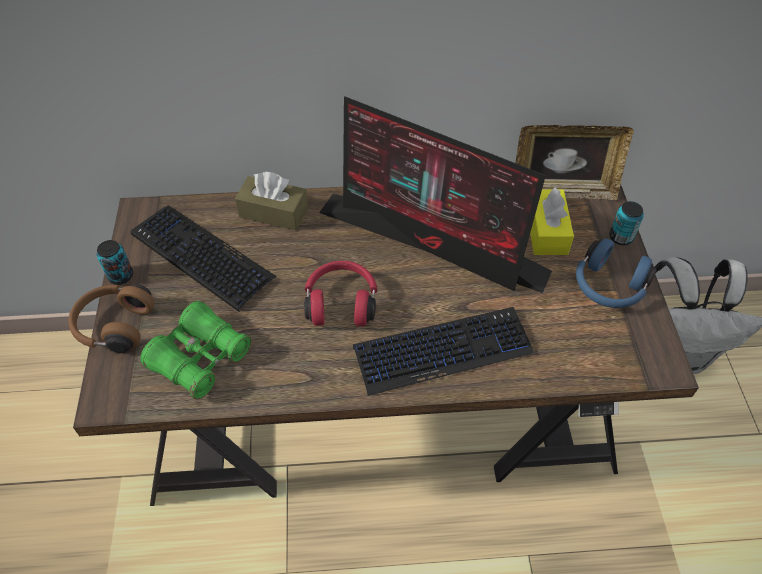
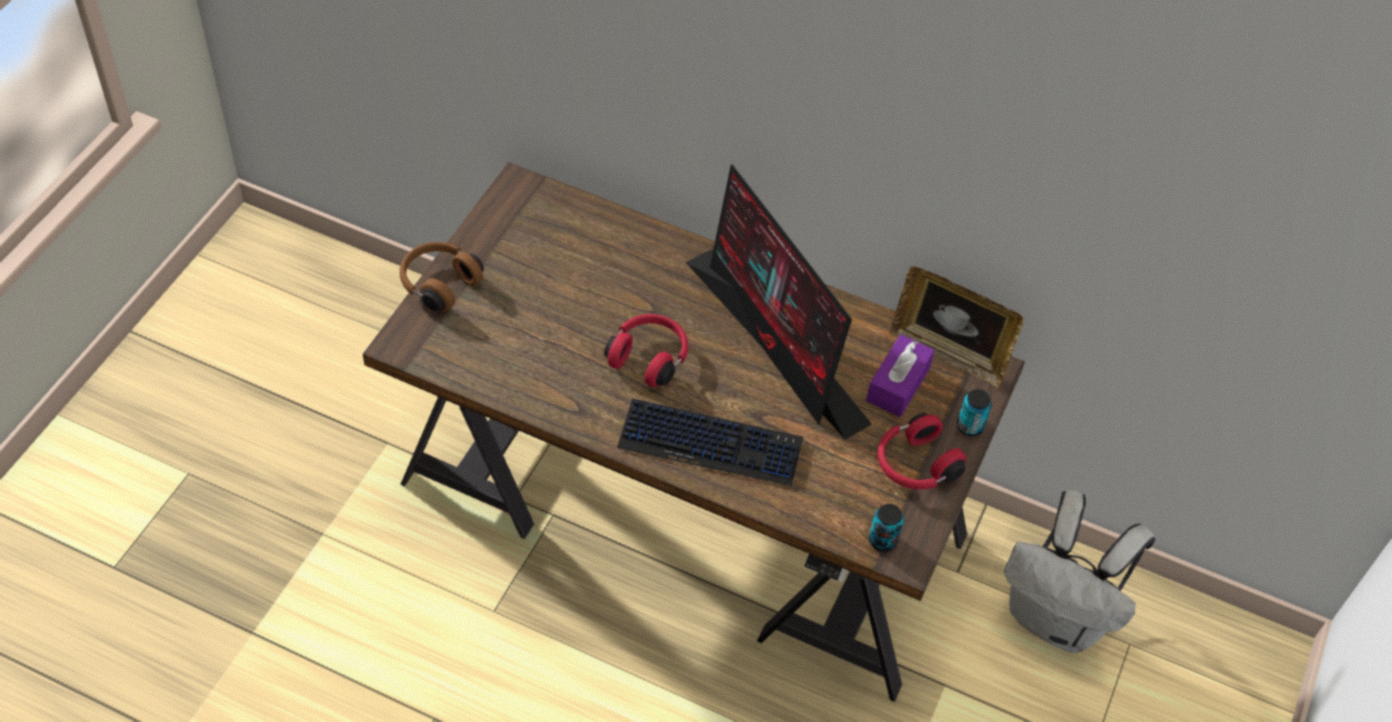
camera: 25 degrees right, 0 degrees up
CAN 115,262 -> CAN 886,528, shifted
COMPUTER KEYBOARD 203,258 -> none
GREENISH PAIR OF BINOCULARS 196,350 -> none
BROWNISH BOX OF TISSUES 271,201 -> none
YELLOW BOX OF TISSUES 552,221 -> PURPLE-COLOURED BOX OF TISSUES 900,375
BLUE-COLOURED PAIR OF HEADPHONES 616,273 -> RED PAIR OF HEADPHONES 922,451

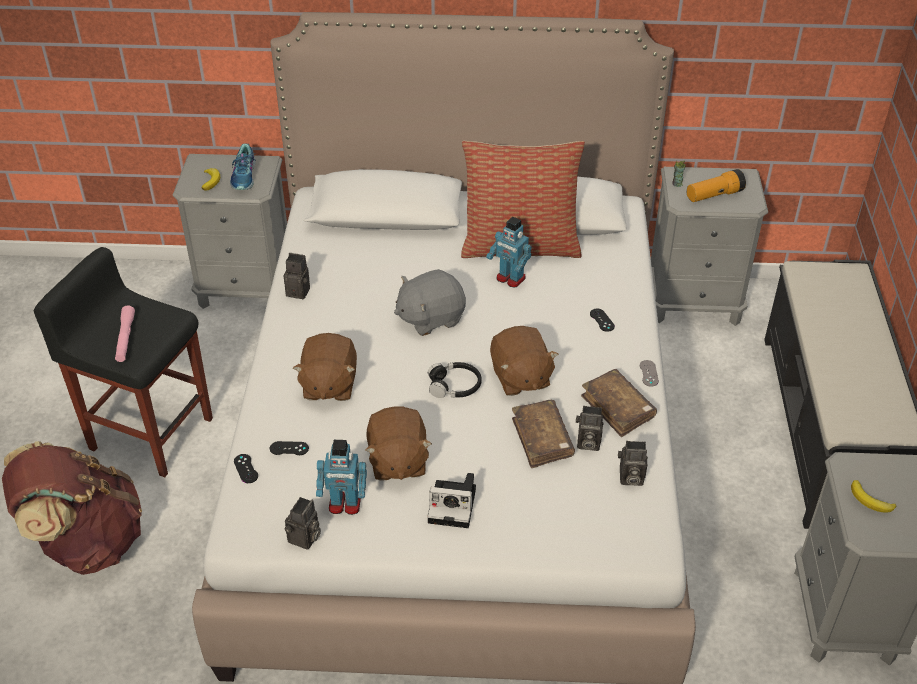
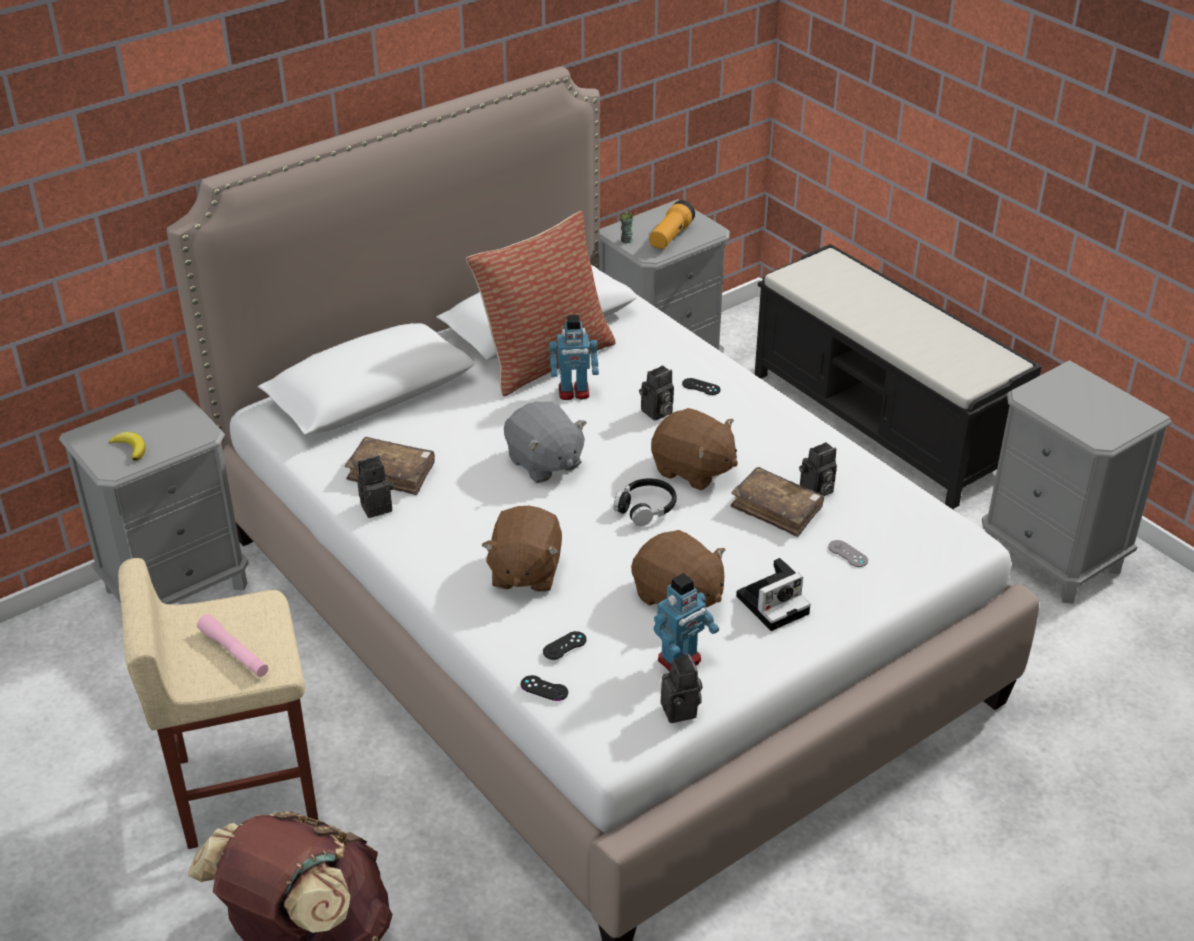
camera: 40 degrees left, 5 degrees down
BLACKISH STOOL 123,362 -> BEIGE-COLOURED STOOL 218,703
LOW SHOE 243,166 -> none
BROWNISH SOFT TOY 325,367 -> BROWNISH SOFT TOY 521,549, 45 degrees clockwise
GREYISH SOFT TOY 430,302 -> GREYISH SOFT TOY 545,442, 60 degrees counterclockwise
BROWNISH VOLUME 619,403 -> BROWNISH VOLUME 390,466, shifted
STILL CAMERA 633,463 -> STILL CAMERA 656,393, shifted
GREYISH GAMEPAD 649,373 -> GREYISH GAMEPAD 848,553, shifted
WHOLE BANANA 873,496 -> none

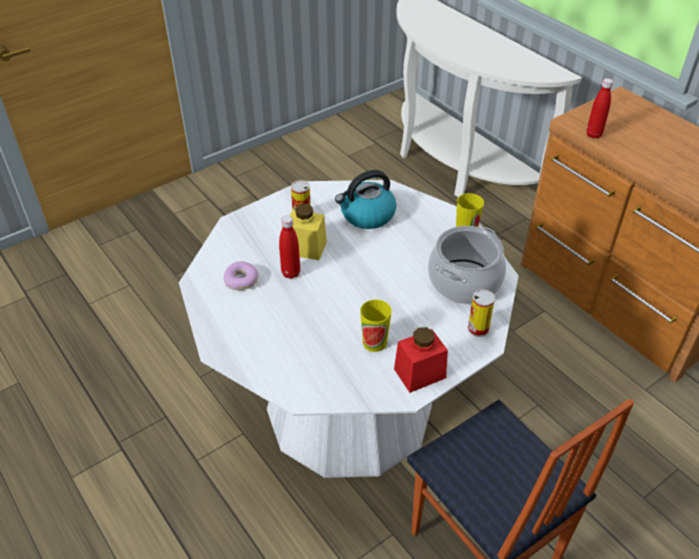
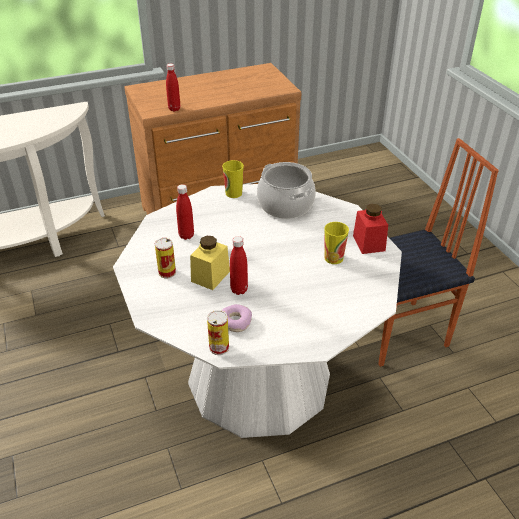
camera: 75 degrees left, 5 degrees down
WATER KETTLE 365,199 -> RED BEVERAGE BOTTLE 185,212
CAN 481,313 -> CAN 218,332, shifted

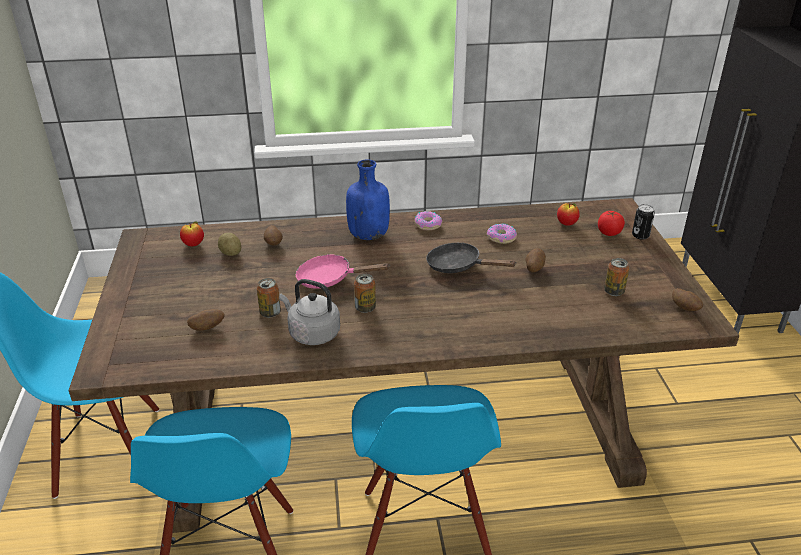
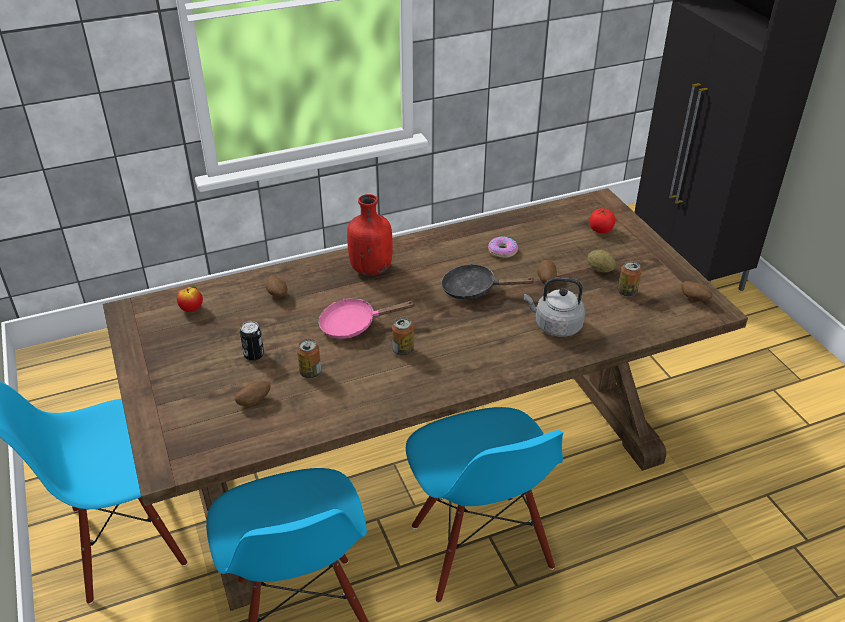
camera: 15 degrees left, 5 degrees up
POTATO 229,244 -> POTATO 601,261, shifted
GREYISH WATER KETTLE 309,312 -> GREYISH WATER KETTLE 555,307, shifted
BLUE-COLOURED BEVERAGE BOTTLE 368,199 -> RED BEVERAGE BOTTLE 370,235
RING DOUGHNUT 428,220 -> none
APPLE 568,214 -> none
CAN 643,222 -> CAN 252,341, shifted

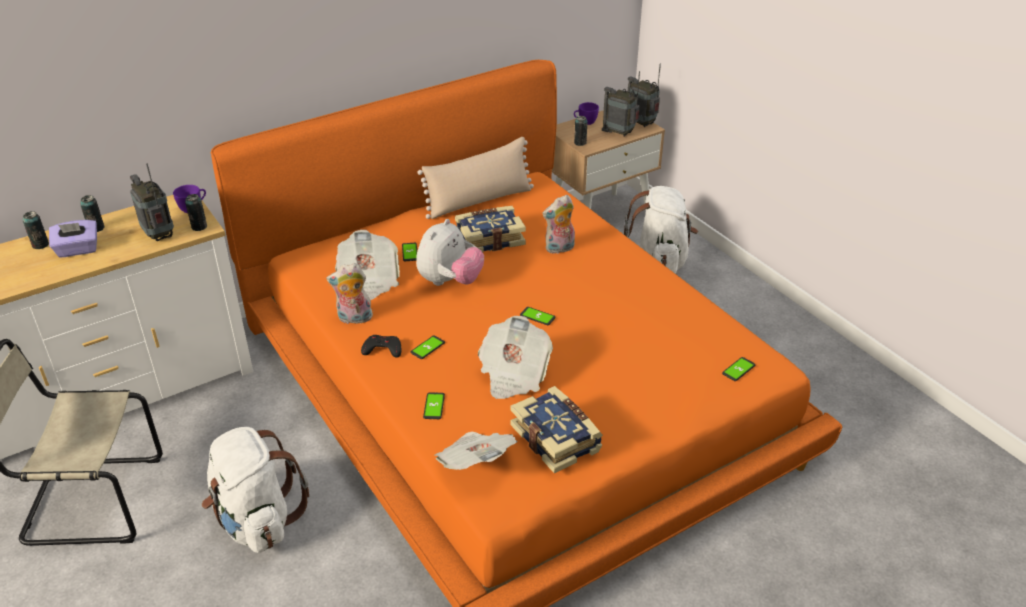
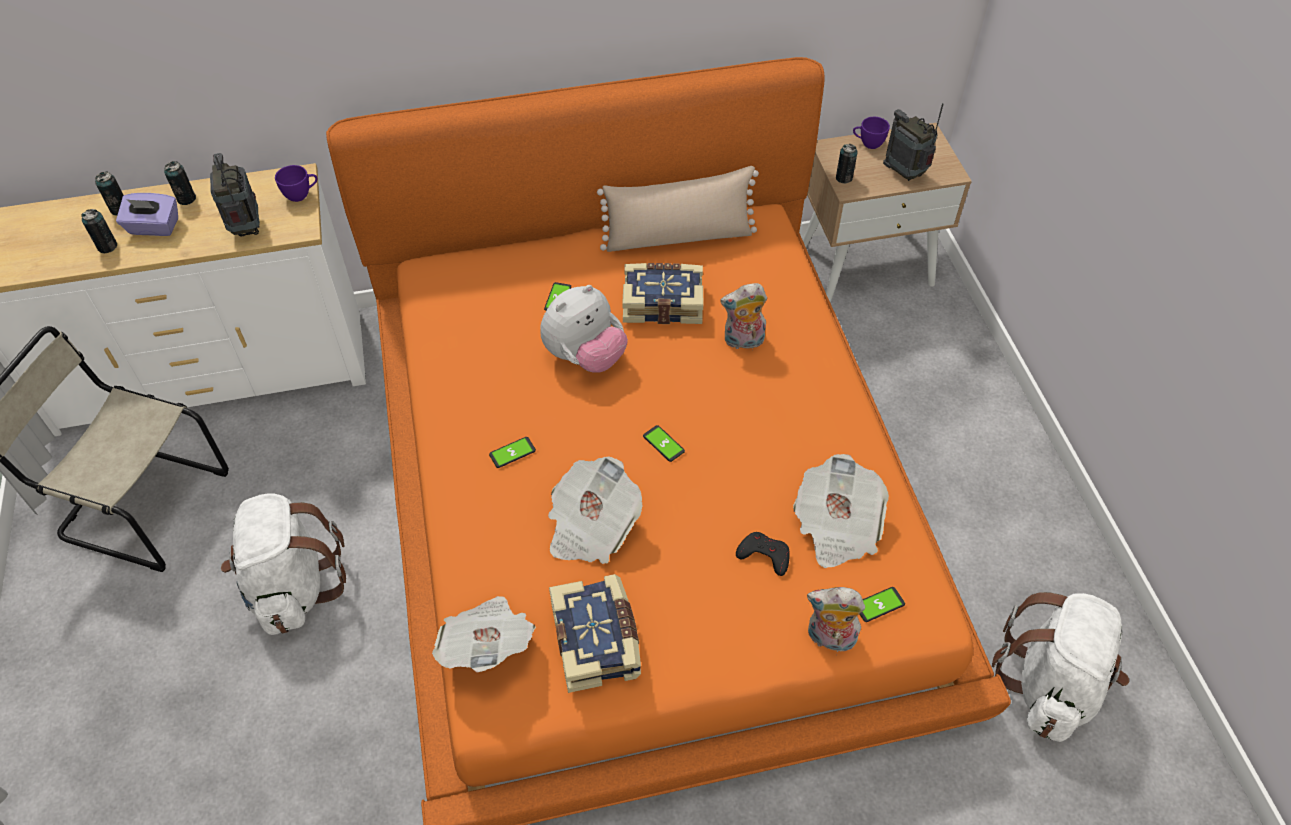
camera: 20 degrees right, 15 degrees up
CAN 196,212 -> CAN 99,231, shifted
SOFT TOY 350,293 -> SOFT TOY 836,619, shifted
PRINTED PAPER 367,265 -> PRINTED PAPER 841,511, shifted
BLACKISH GAMEPAD 381,346 -> BLACKISH GAMEPAD 763,554, shifted
HANDSET 434,405 -> none
WHITE-COLOURED KNAPSACK 661,230 -> WHITE-COLOURED KNAPSACK 1060,667, shifted
RADIO RECEIVER 644,95 -> none

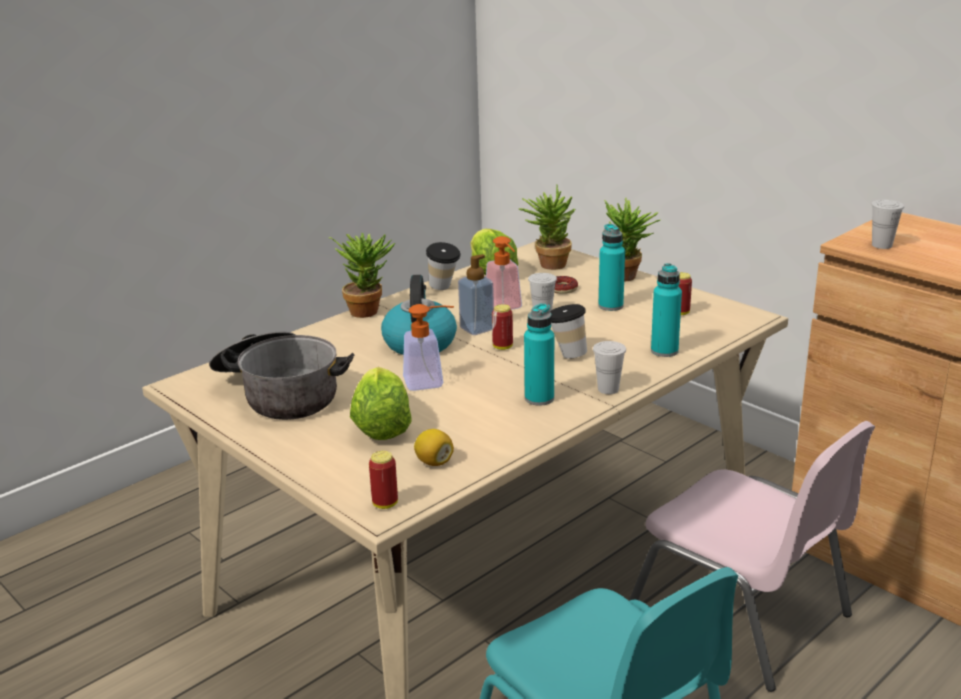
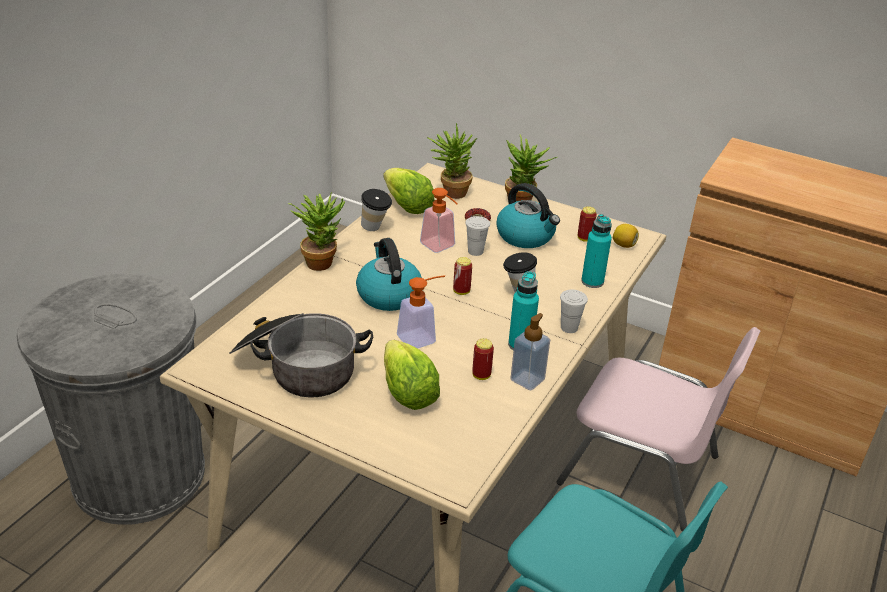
camera: 20 degrees left, 10 degrees up
CAN 383,480 -> CAN 483,359, shifted
WHOLE LEMON 434,447 -> WHOLE LEMON 626,236, shifted
SOAP BOTTLE 476,294 -> SOAP BOTTLE 530,351, shifted
TURQUOISE-COLOURED BEVERAGE BOTTLE 611,267 -> WATER KETTLE 528,215
WHITE-COLOURED DRINKING CUP 887,224 -> none
none -> GREYISH TRASH CAN 110,399

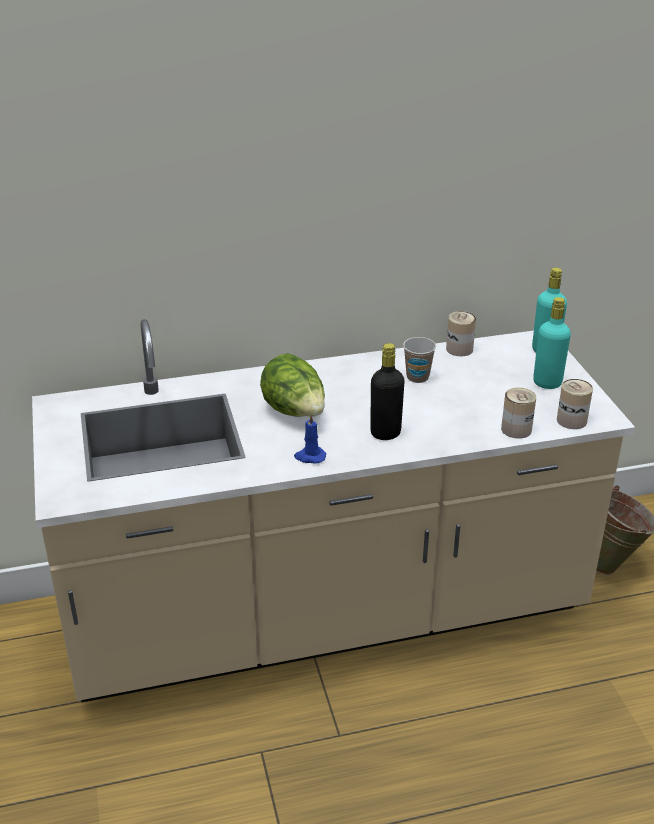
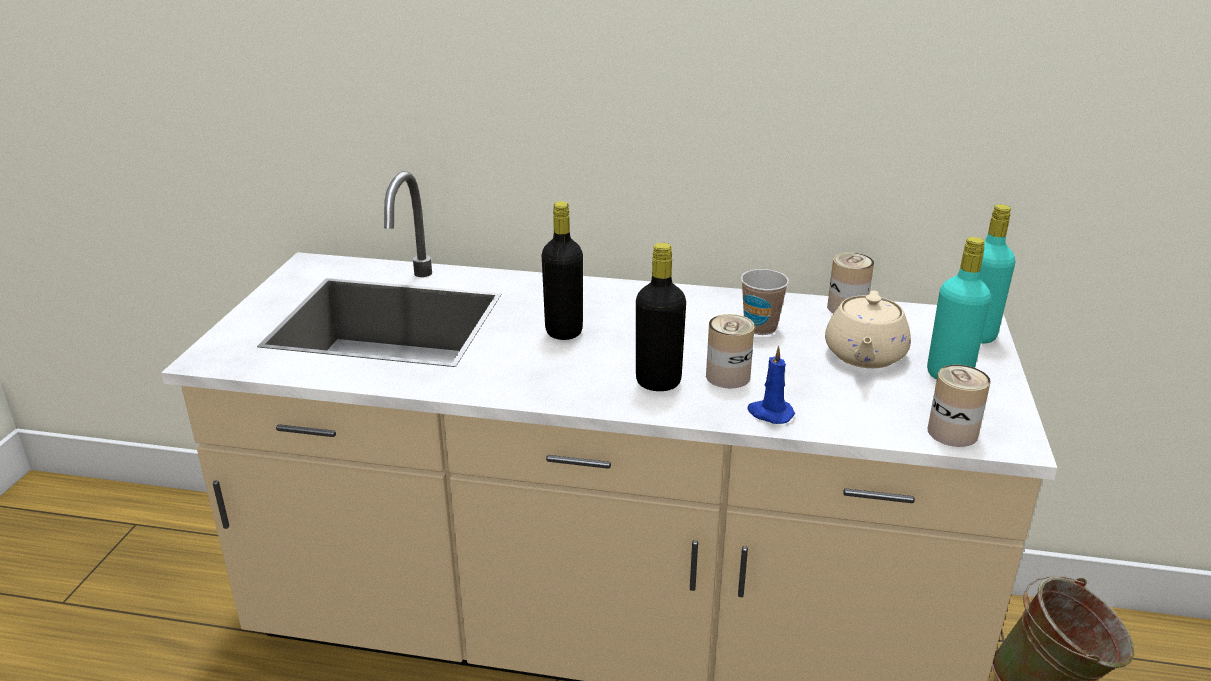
camera: 25 degrees right, 5 degrees down
HEAD OF LETTUCE 292,385 -> BLACKISH BEVERAGE BOTTLE 562,270
BLUE-COLOURED WAX CANDLE 310,439 -> BLUE-COLOURED WAX CANDLE 771,385, shifted
CAN 518,413 -> CAN 730,351, shifted
none -> BEIGE-COLOURED POT FOR TEA 868,329

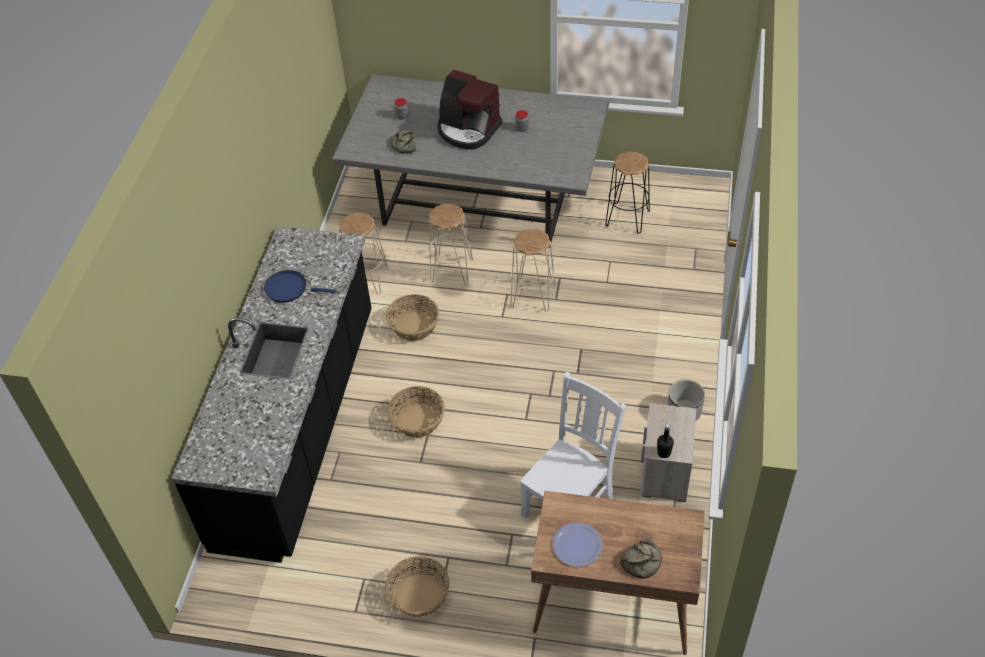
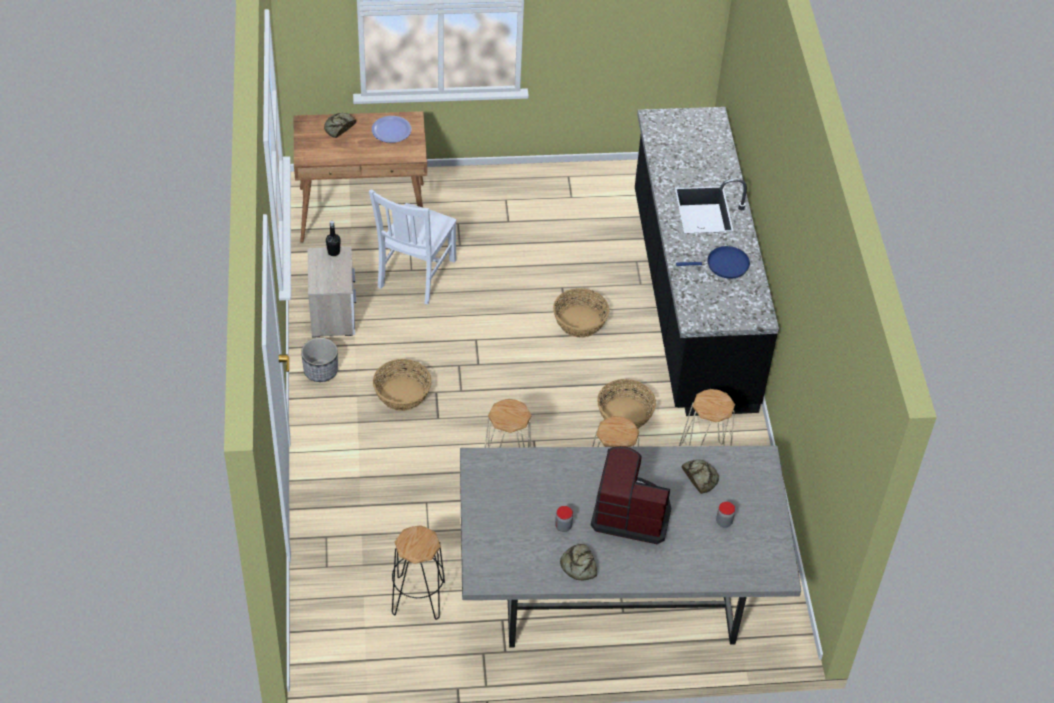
camera: 160 degrees right, 0 degrees up
HOUSEHOLD BASKET 418,586 -> HOUSEHOLD BASKET 402,385, shifted
none -> BAKED BREAD 578,562

